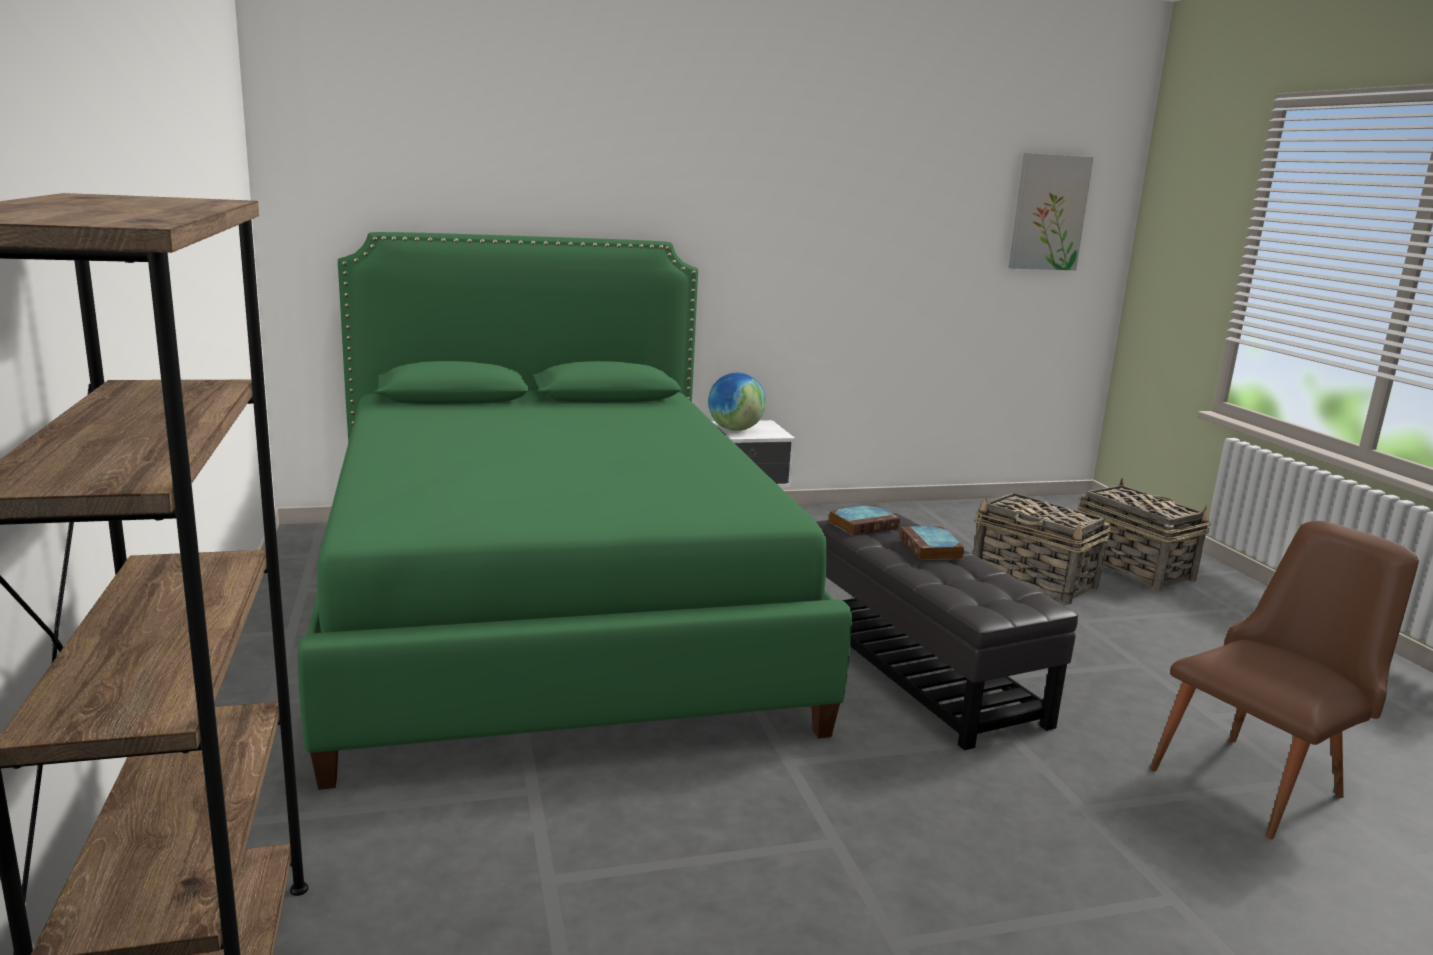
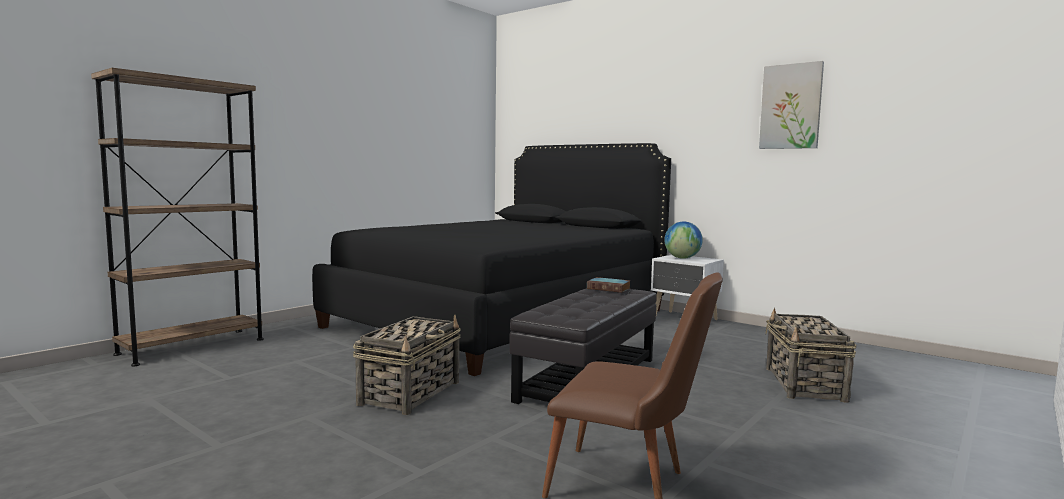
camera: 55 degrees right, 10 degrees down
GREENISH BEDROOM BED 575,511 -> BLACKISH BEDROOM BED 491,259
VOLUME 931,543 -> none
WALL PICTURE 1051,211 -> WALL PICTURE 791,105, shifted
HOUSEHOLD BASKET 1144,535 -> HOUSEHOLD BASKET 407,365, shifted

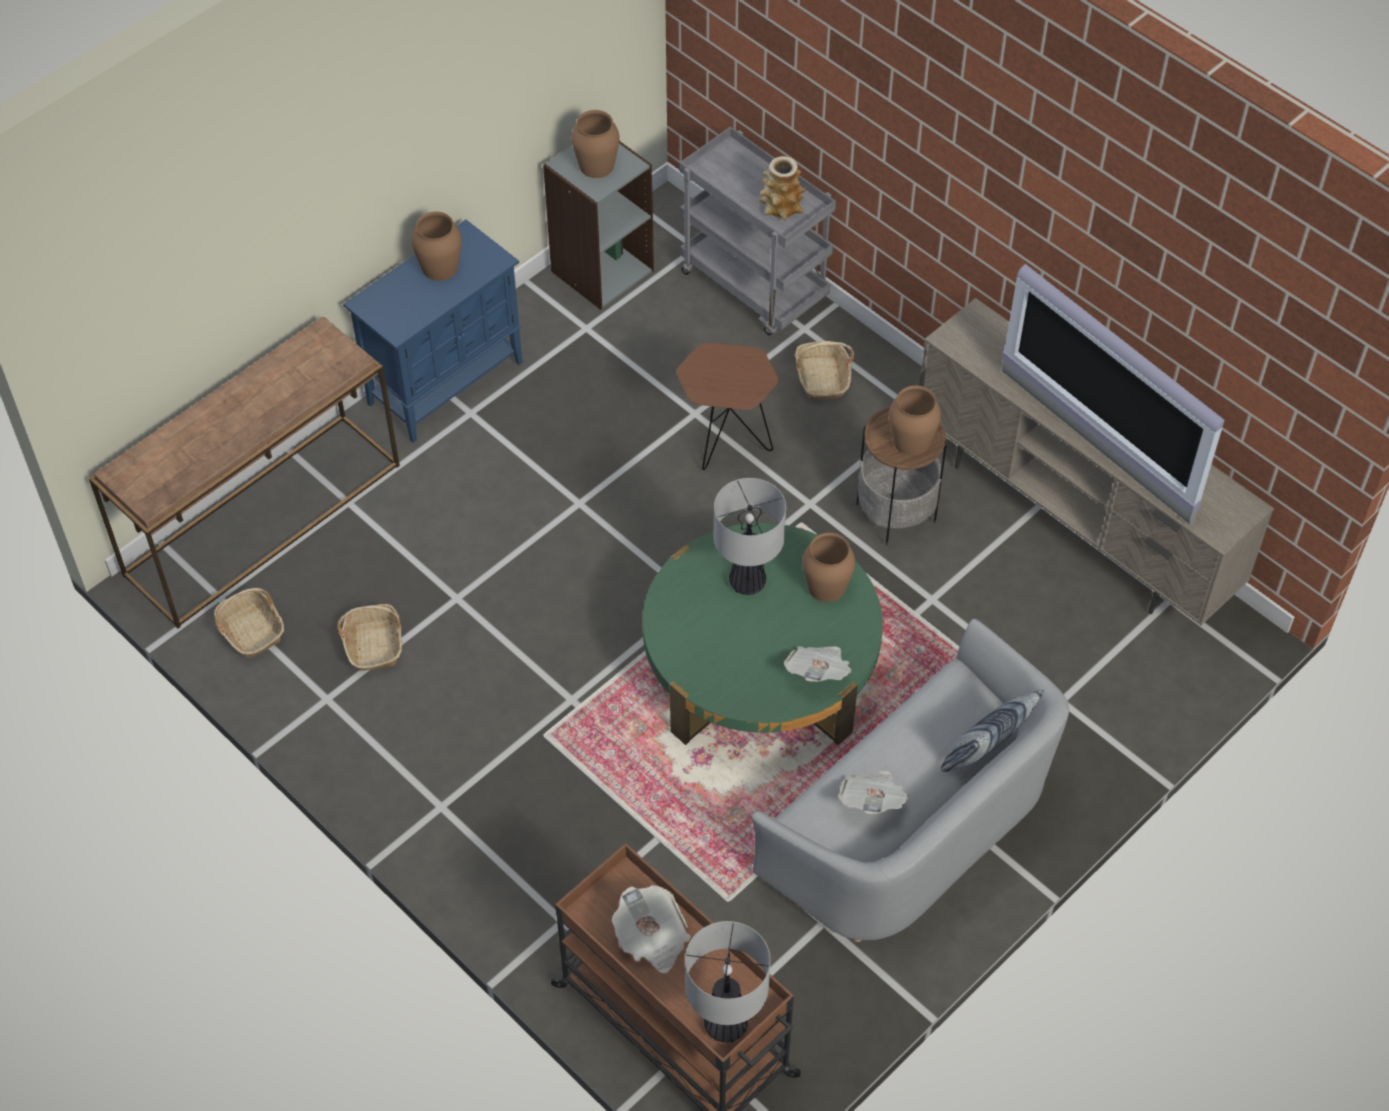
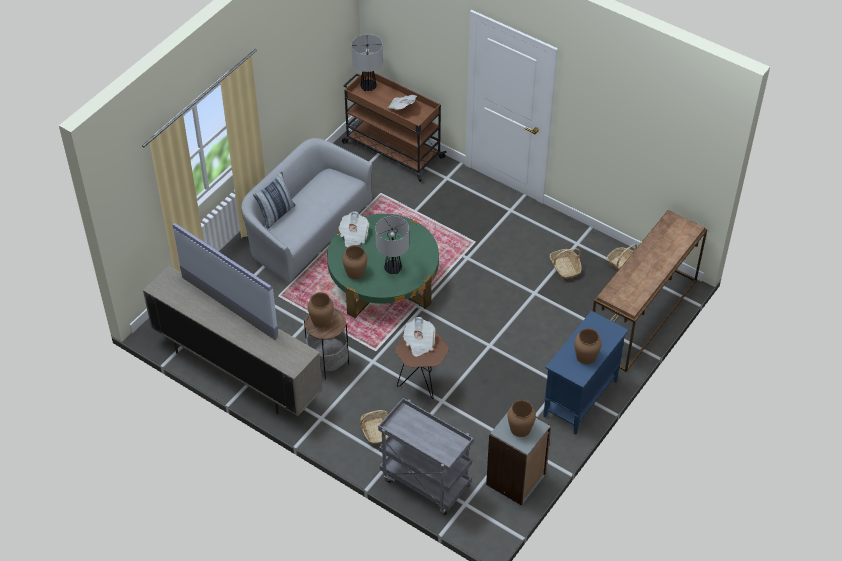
camera: 170 degrees right, 5 degrees down
VASE 782,188 -> none
PRINTED PAPER 873,792 -> PRINTED PAPER 419,337, shifted

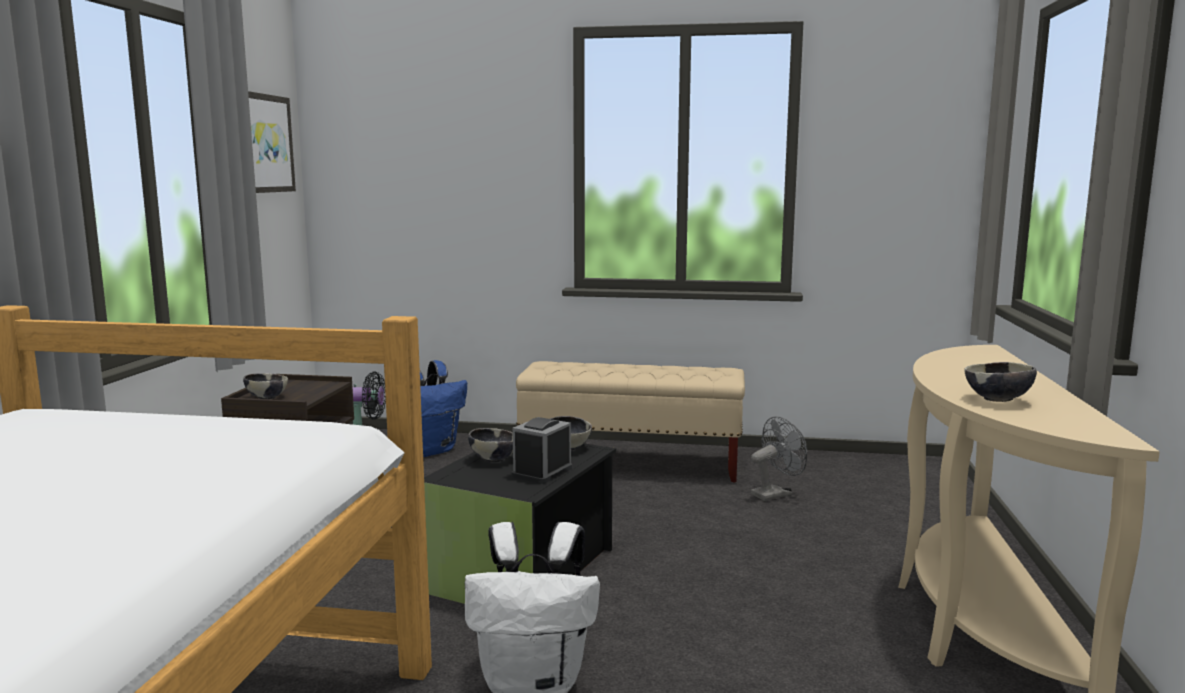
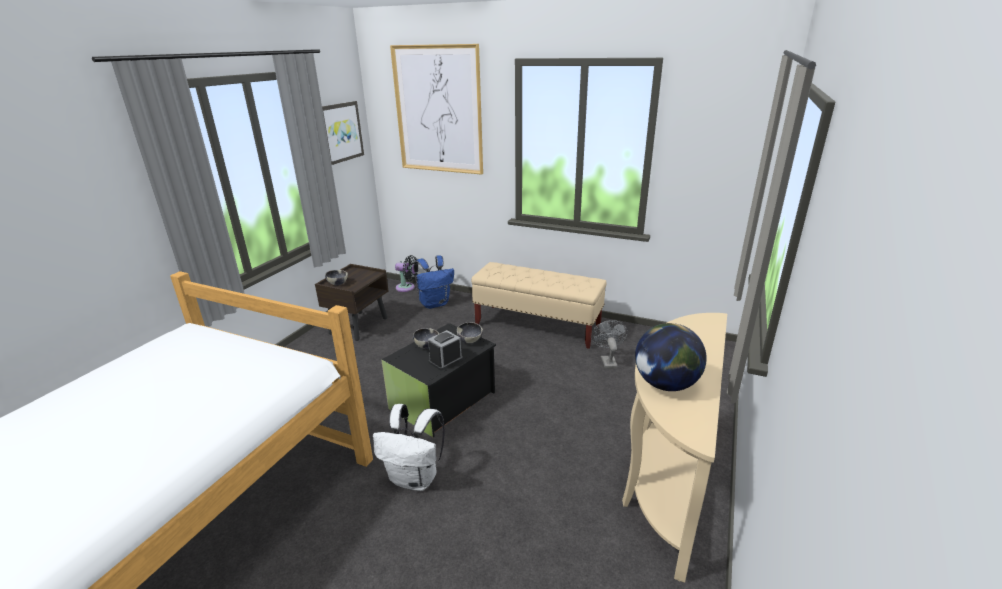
camera: 15 degrees right, 15 degrees up
GREYISH ELECTRIC FAN 779,458 -> GREYISH ELECTRIC FAN 609,344, 75 degrees counterclockwise
DEEP DISH 1000,382 -> WORLD GLOBE 671,357
none -> WALL PICTURE 436,109

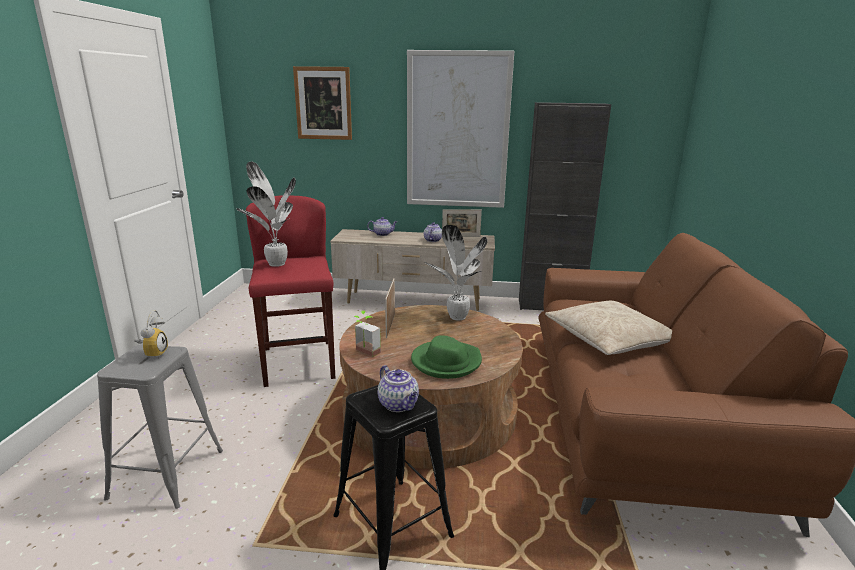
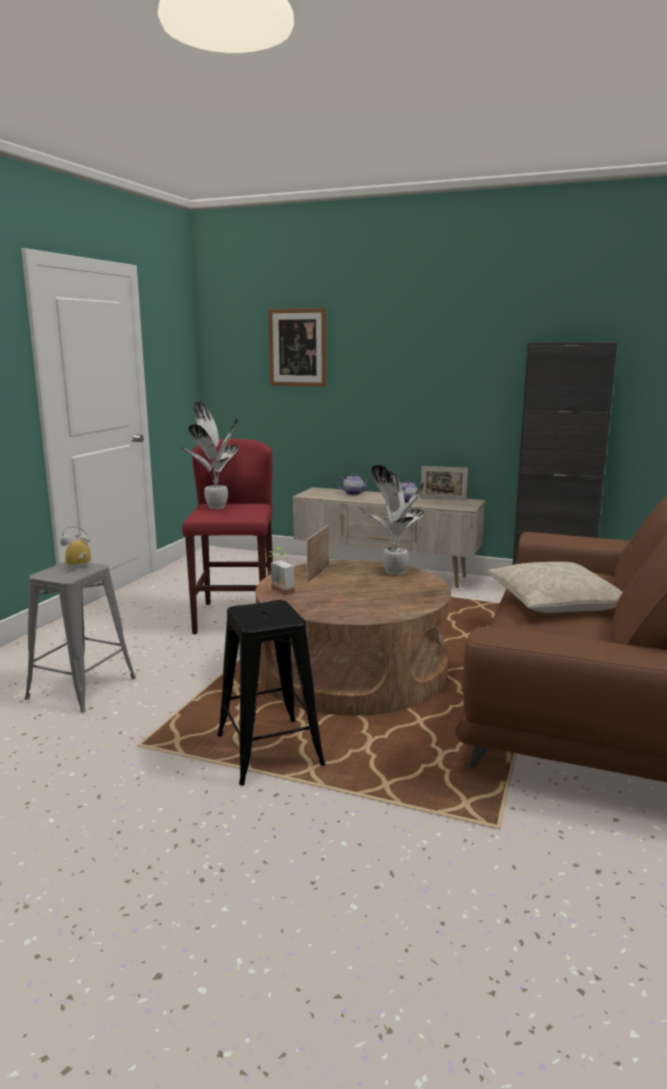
camera: 15 degrees right, 5 degrees down
TABLE CLOCK 151,334 -> TABLE CLOCK 75,547, 135 degrees counterclockwise
POT FOR TEA 398,388 -> none
WALL PICTURE 460,129 -> none
GREENISH WEARABLE HAT 446,357 -> none

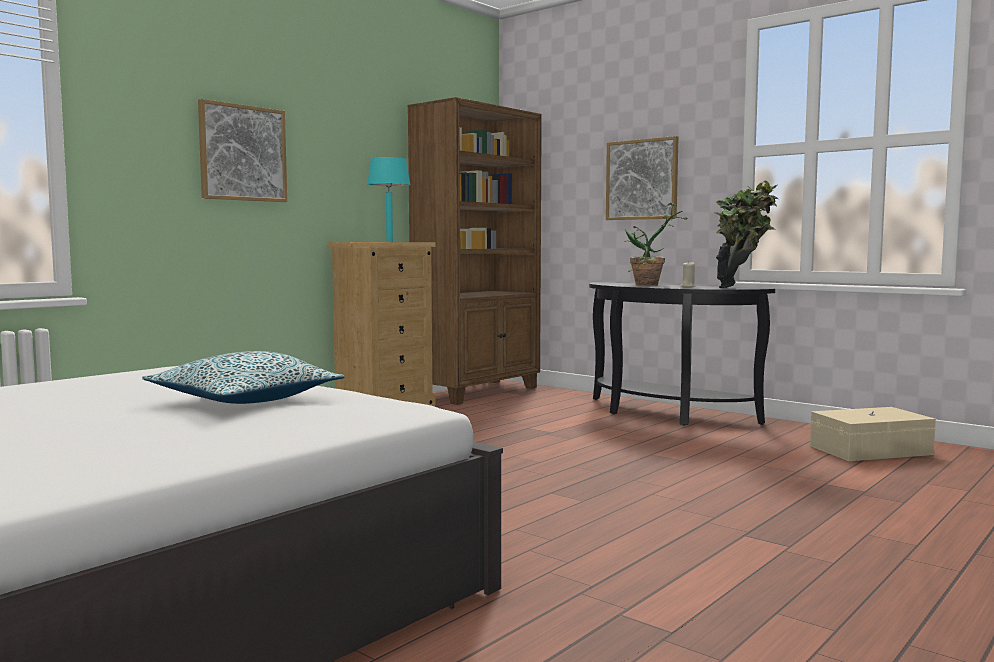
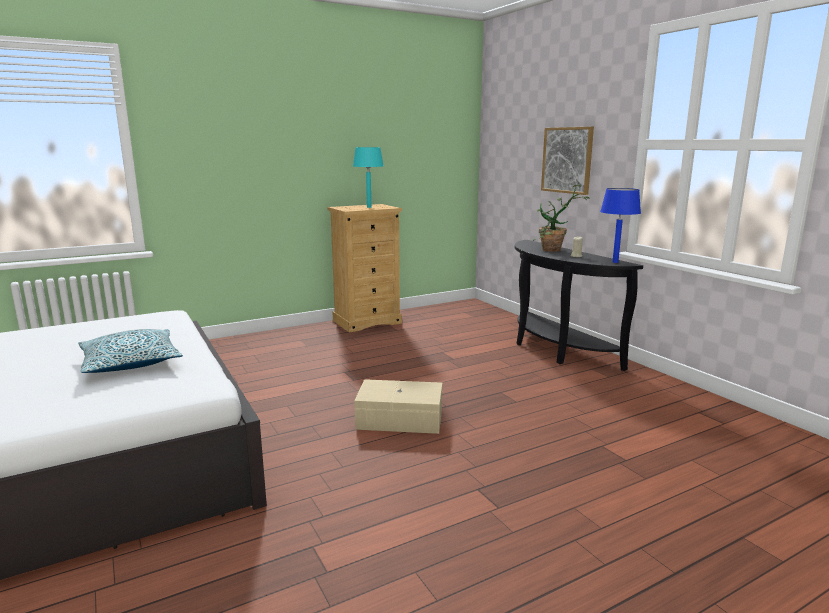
camera: 20 degrees right, 10 degrees up
WALL PICTURE 242,150 -> none
BROWNISH SHELVING UNIT 474,251 -> none
POTTED PLANT 747,234 -> BLUE-COLOURED LAMP FOR A TABLE 620,225
BEIGE-COLOURED STORAGE CONTAINER 873,434 -> BEIGE-COLOURED STORAGE CONTAINER 398,406, shifted

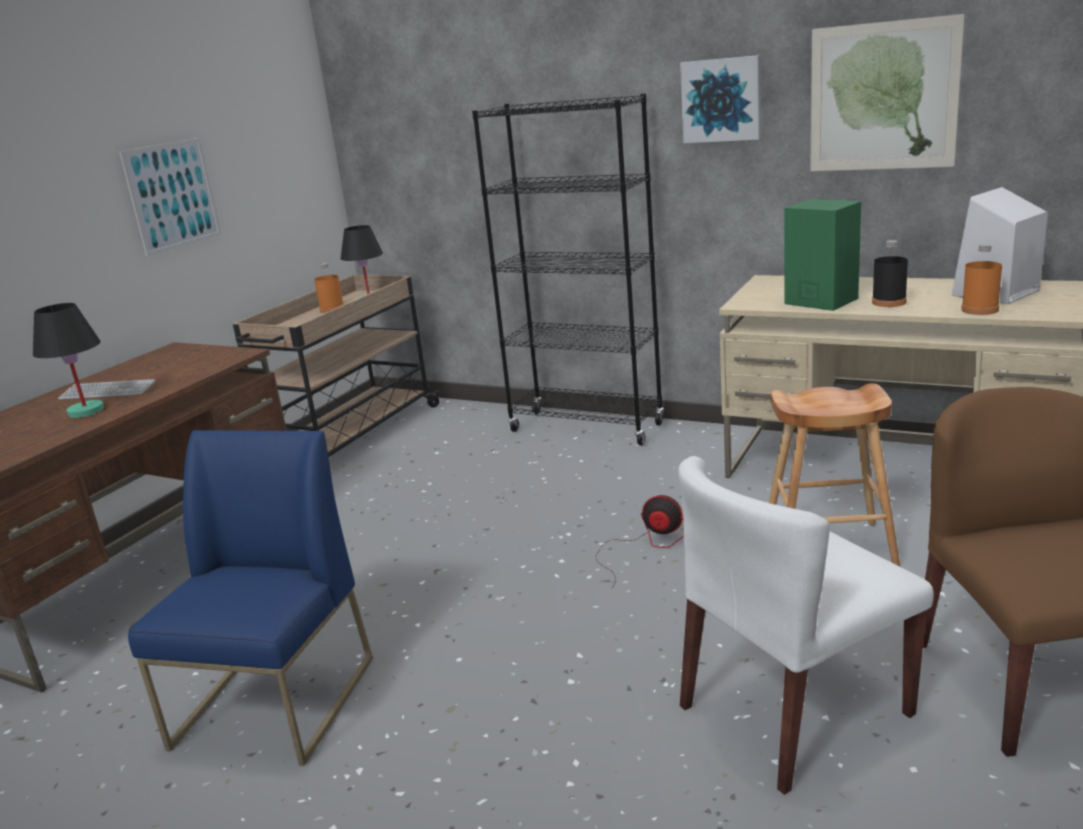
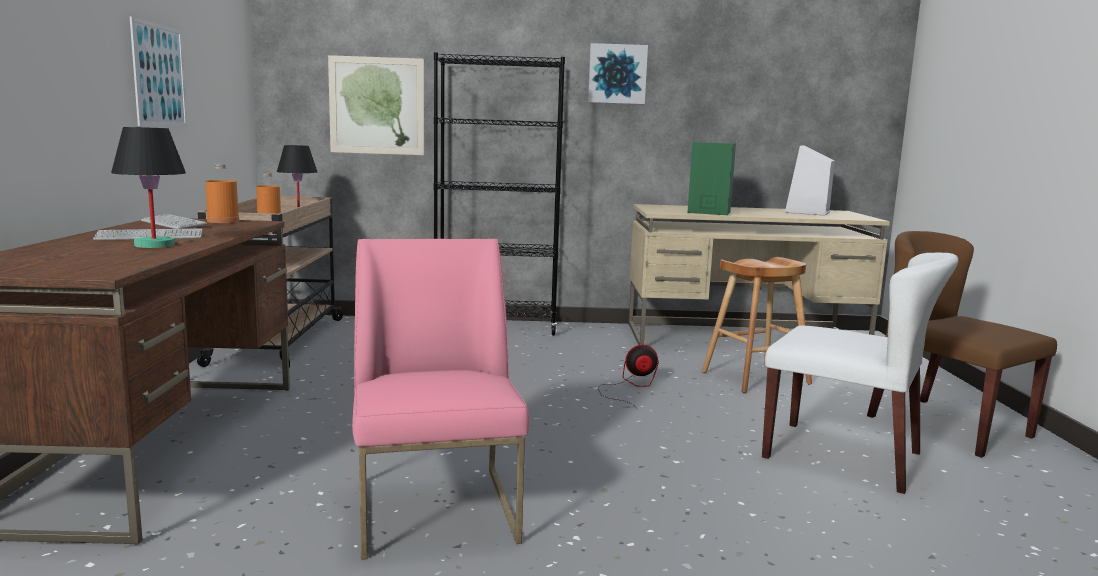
camera: 30 degrees left, 10 degrees down
BLUE-COLOURED UPRIGHT CHAIR 250,598 -> PINK-COLOURED UPRIGHT CHAIR 440,399
WHITE-COLOURED UPRIGHT CHAIR 806,625 -> WHITE-COLOURED UPRIGHT CHAIR 860,373, 90 degrees counterclockwise
WALL PICTURE 887,92 -> WALL PICTURE 376,105, shifted
BLACKISH BEVERAGE BOTTLE 890,273 -> none
ORANGE BEVERAGE BOTTLE 981,279 -> ORANGE BEVERAGE BOTTLE 222,193, shifted
none -> COMPUTER KEYBOARD 174,221

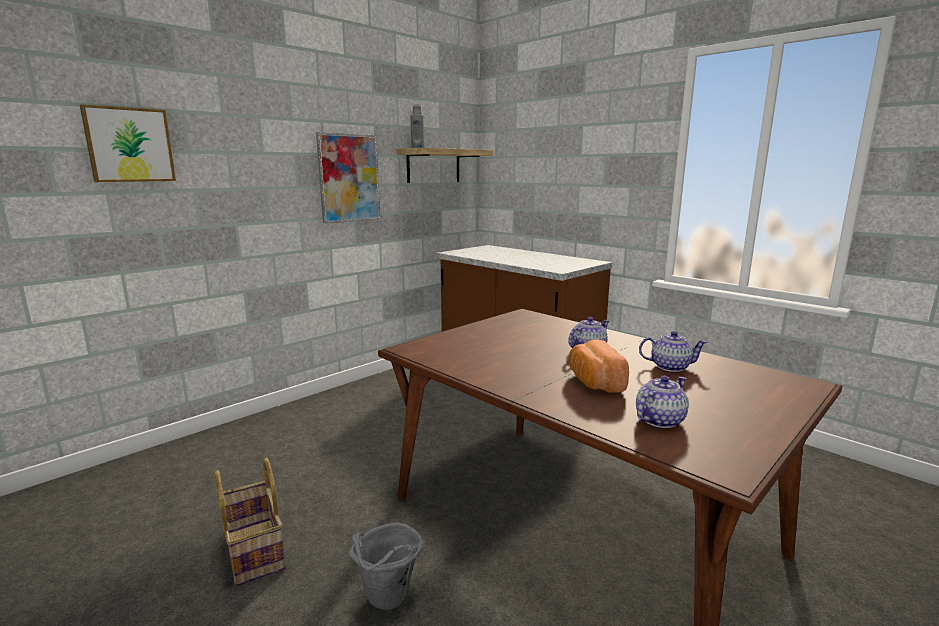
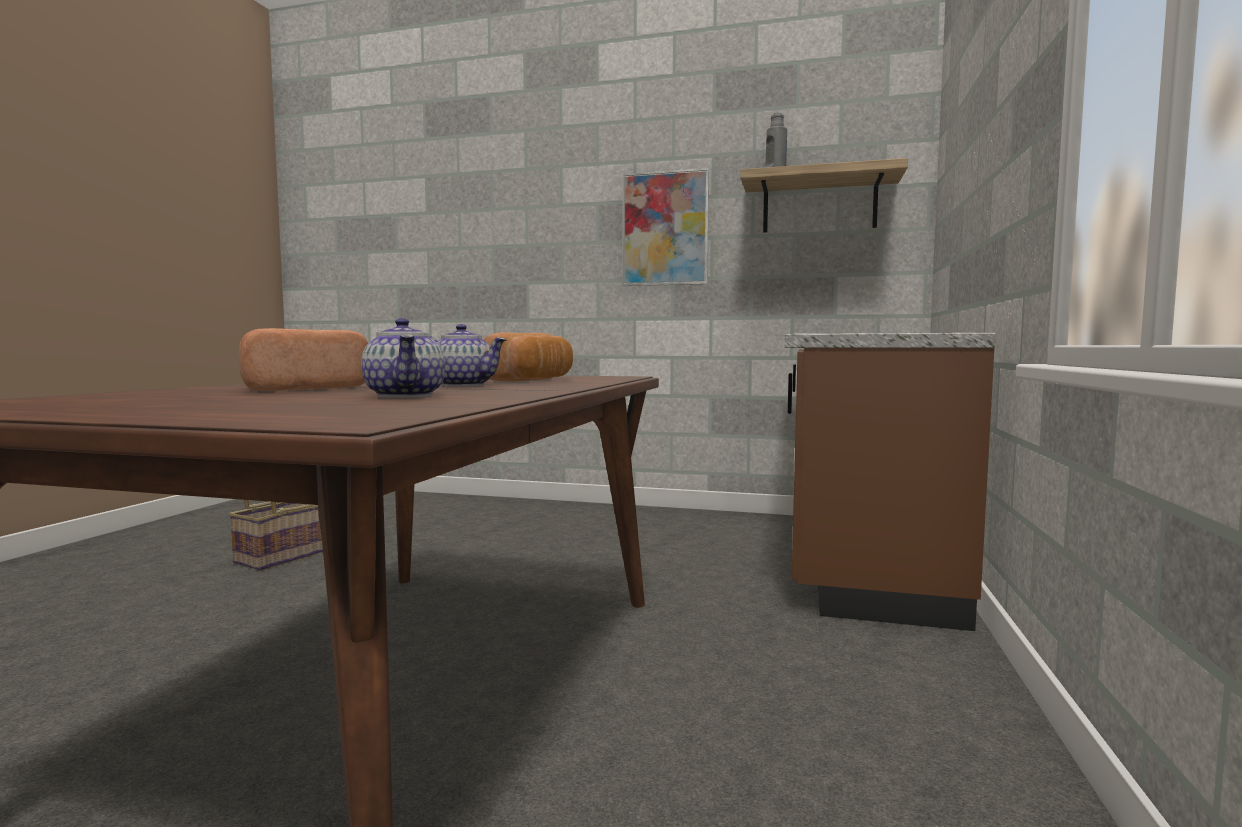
camera: 60 degrees right, 10 degrees down
WALL PICTURE 128,143 -> none
GREYISH WATER BUCKET 387,566 -> none
POT FOR TEA 662,402 -> none
none -> BAKED BREAD 528,357

